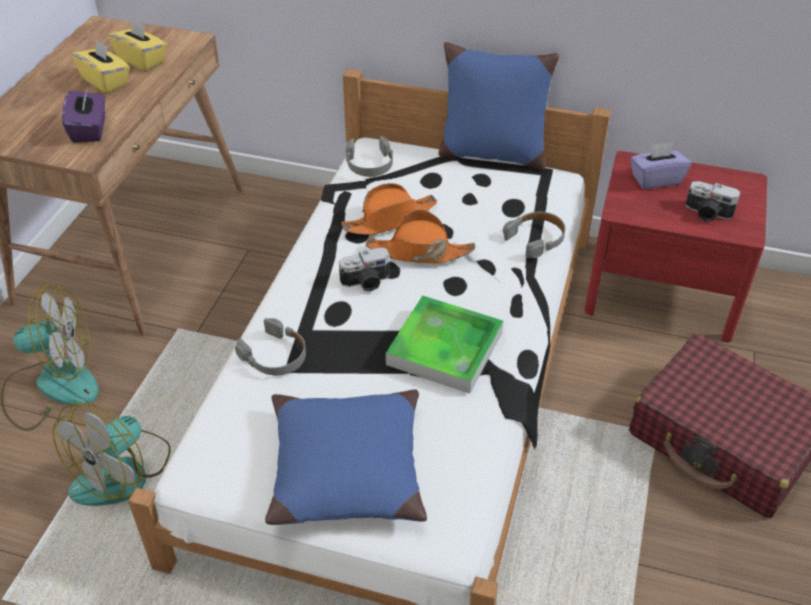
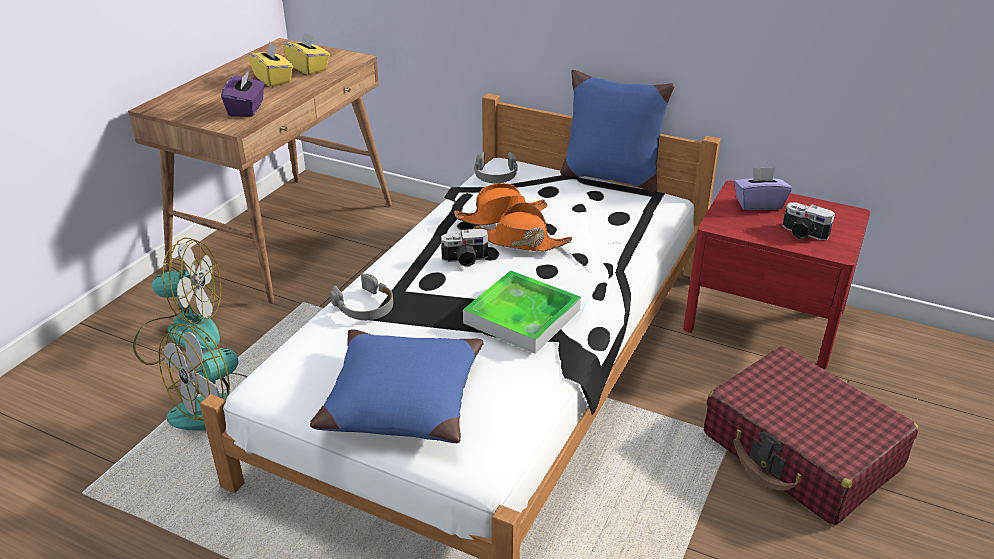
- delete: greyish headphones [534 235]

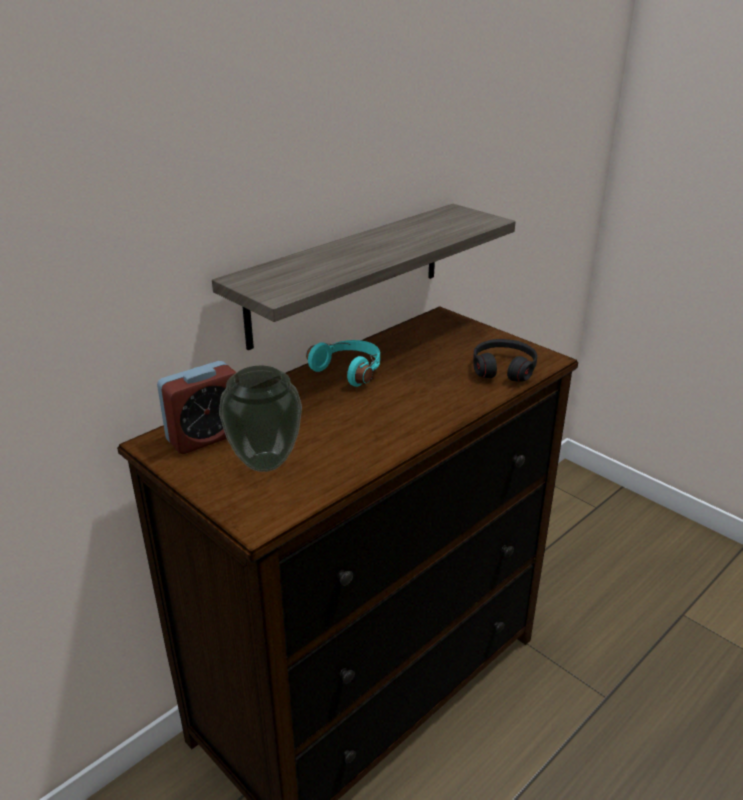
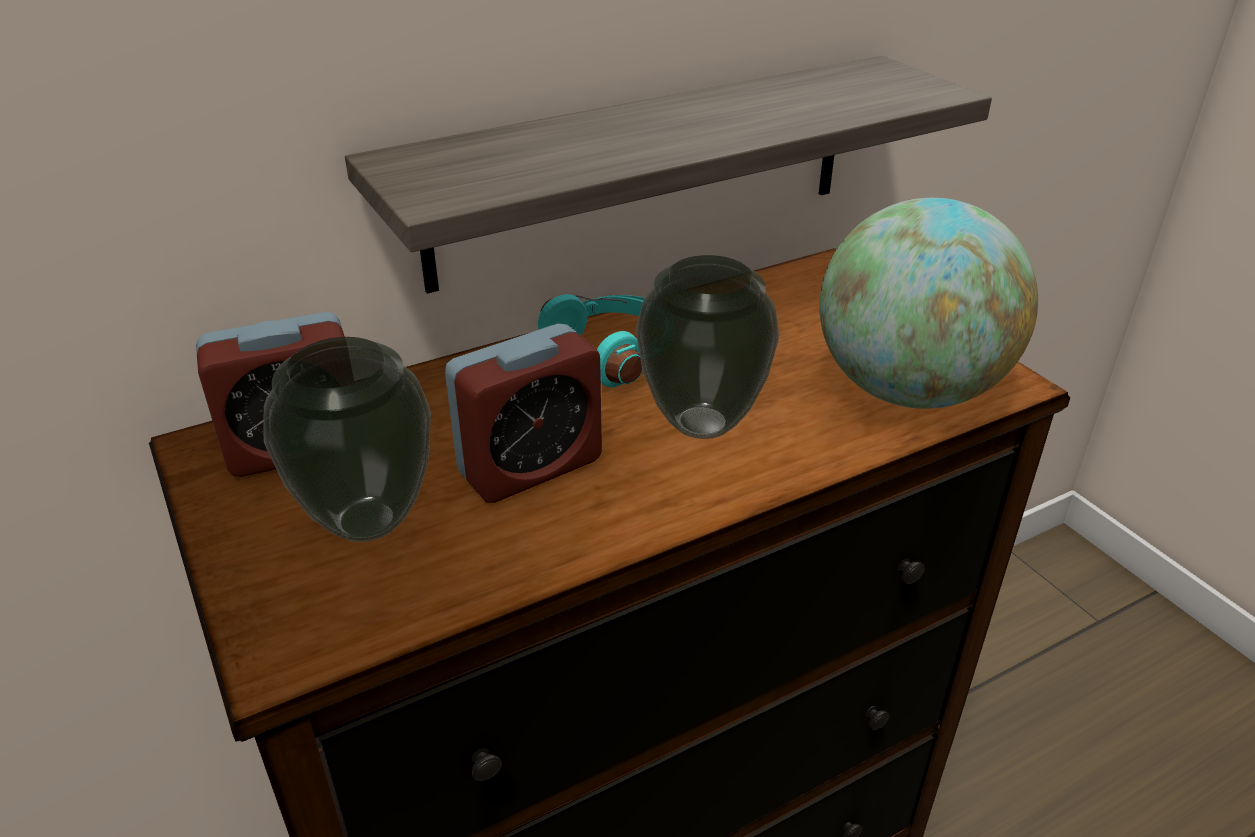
- insert: alarm clock [523 413]
- insert: decorative vase [707 347]
- replace: black-coloured headphones [505 360] to globe [928 303]

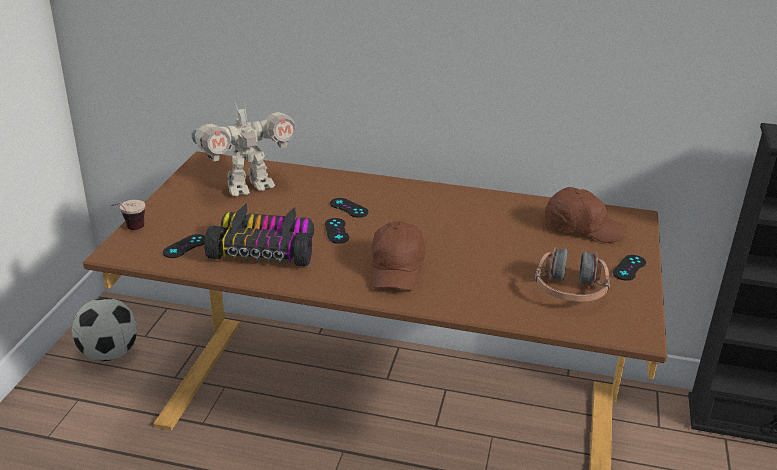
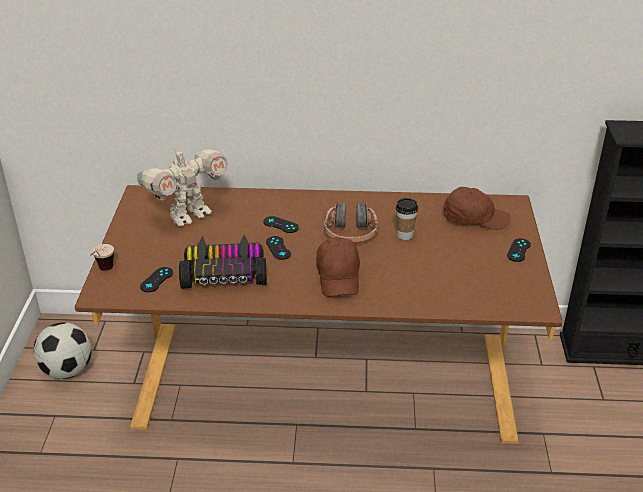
- insert: small cup [407 219]
- move: headphones [572 274] to [351 222]

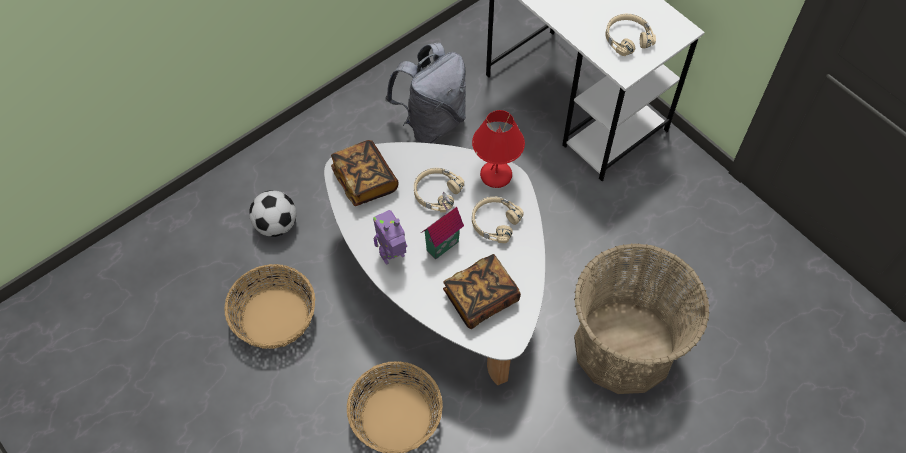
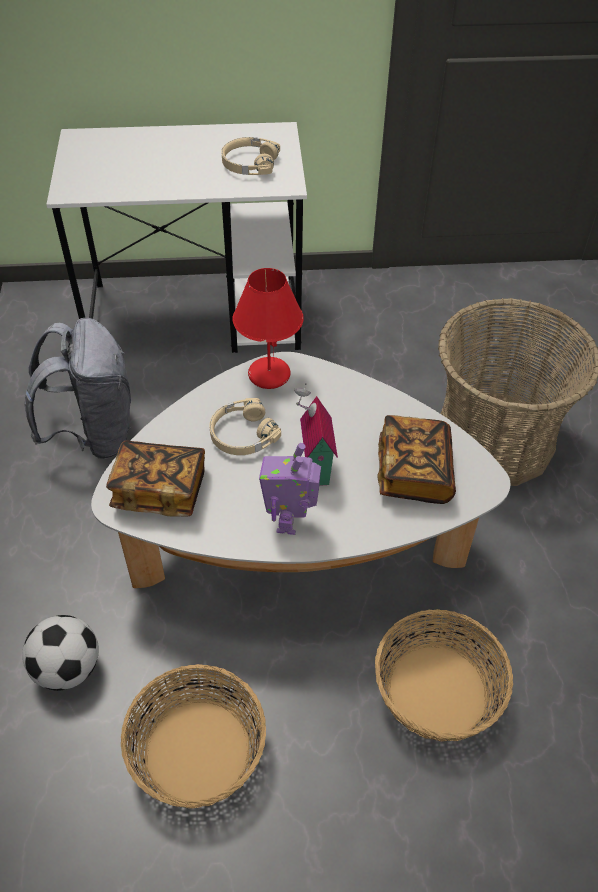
- delete: beige-coloured headphones [498 220]

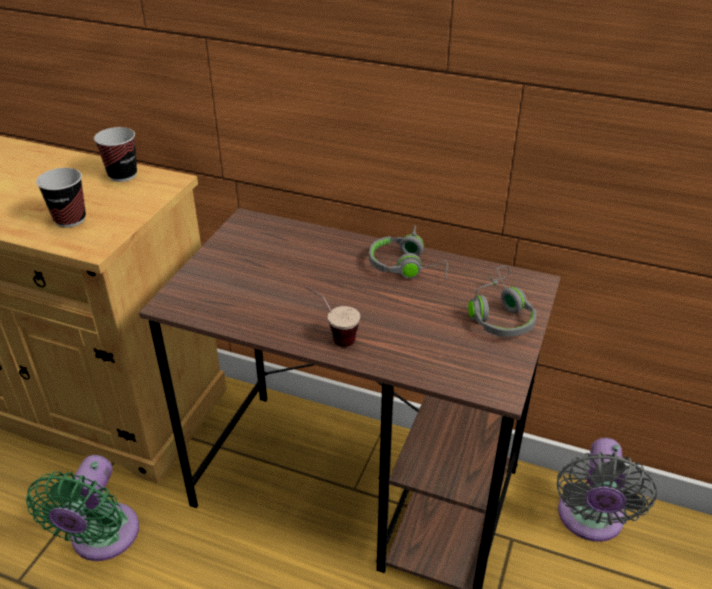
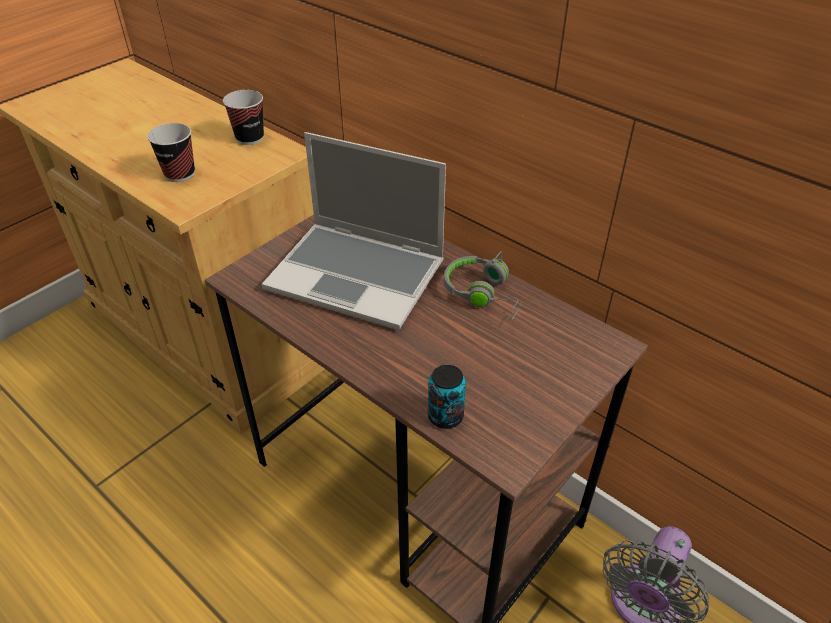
- delete: green electric fan [82 508]
- delete: small cup [332 316]
- delete: greyish headphones [502 301]
- insert: laptop [354 231]
- insert: can [447 397]

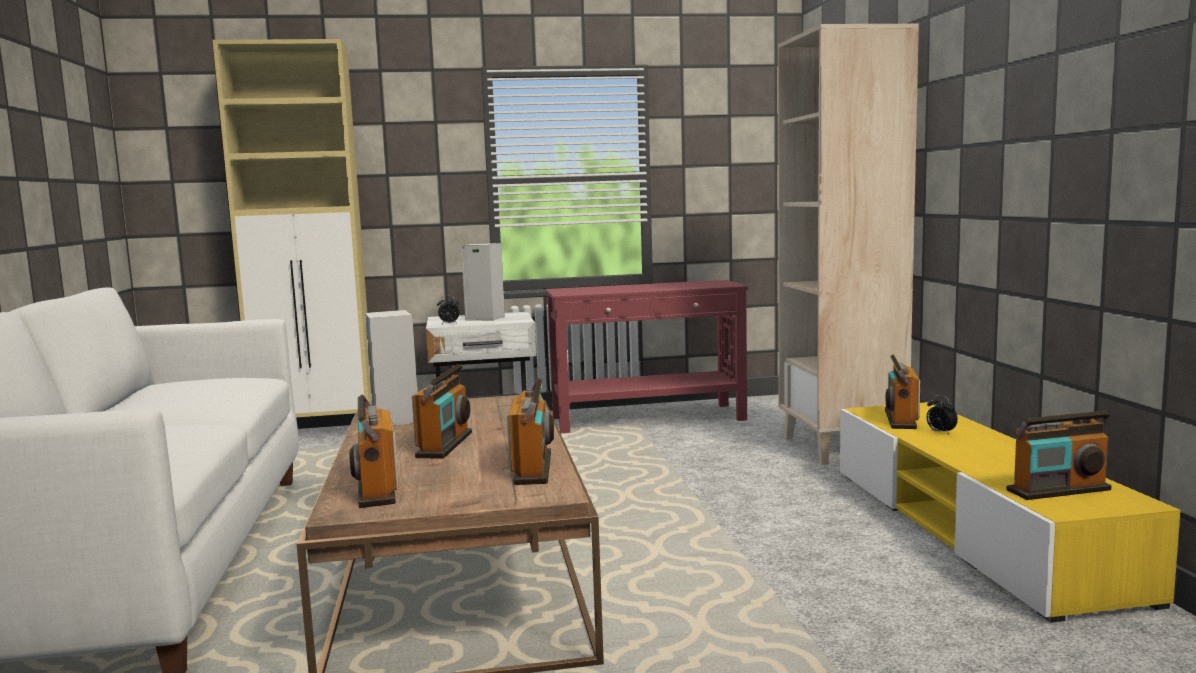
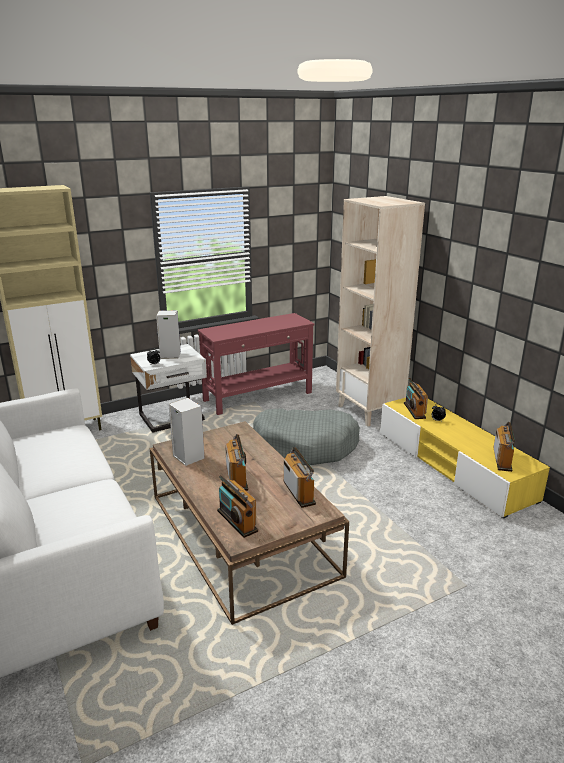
- insert: greyish pet bed [306 436]
- rotate: radio set [1058 455] = [504 447] 45 degrees counterclockwise

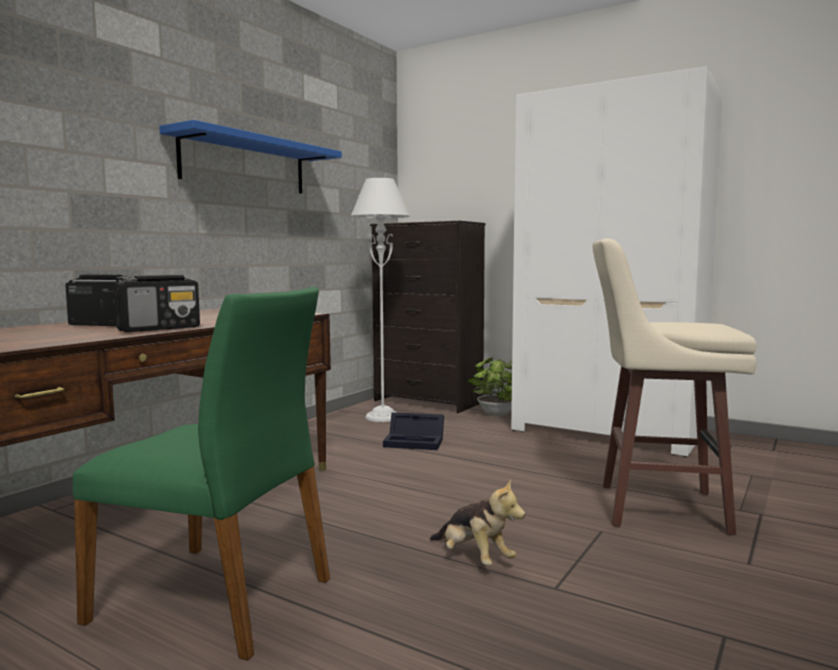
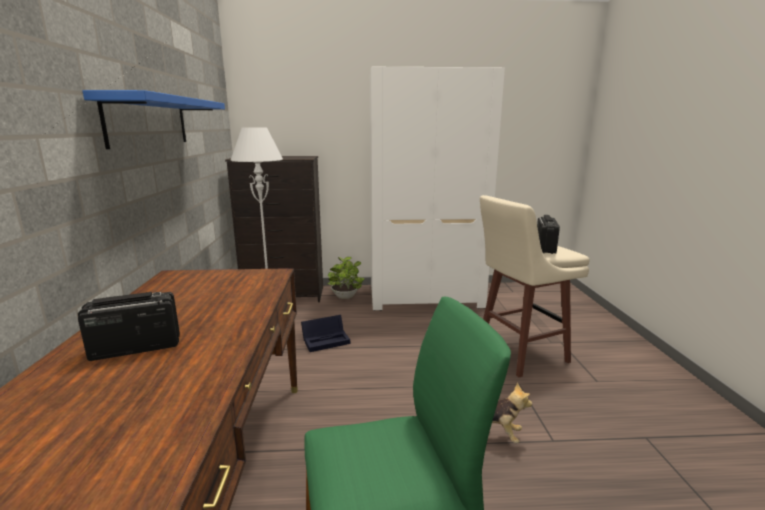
- move: radio set [157 303] to [548 234]

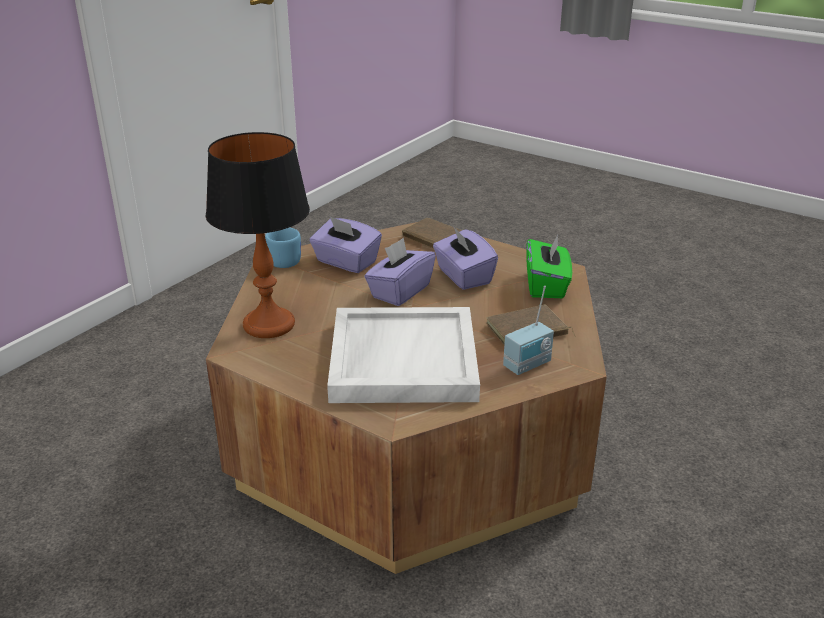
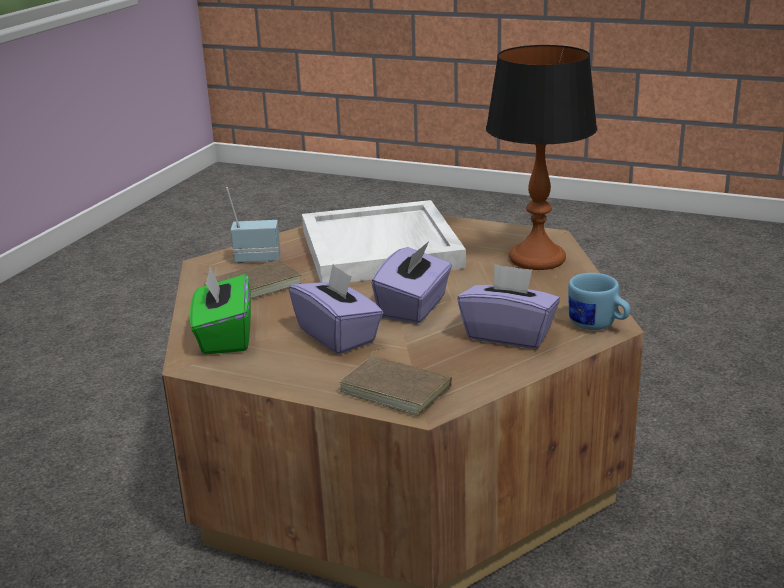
- rotate: radio set [528 330] = [253 225] 45 degrees clockwise

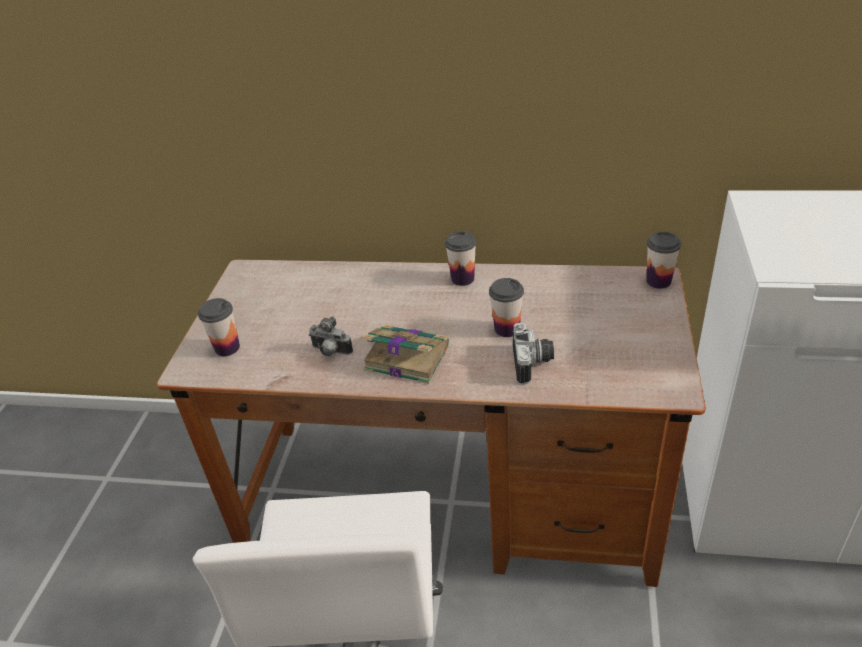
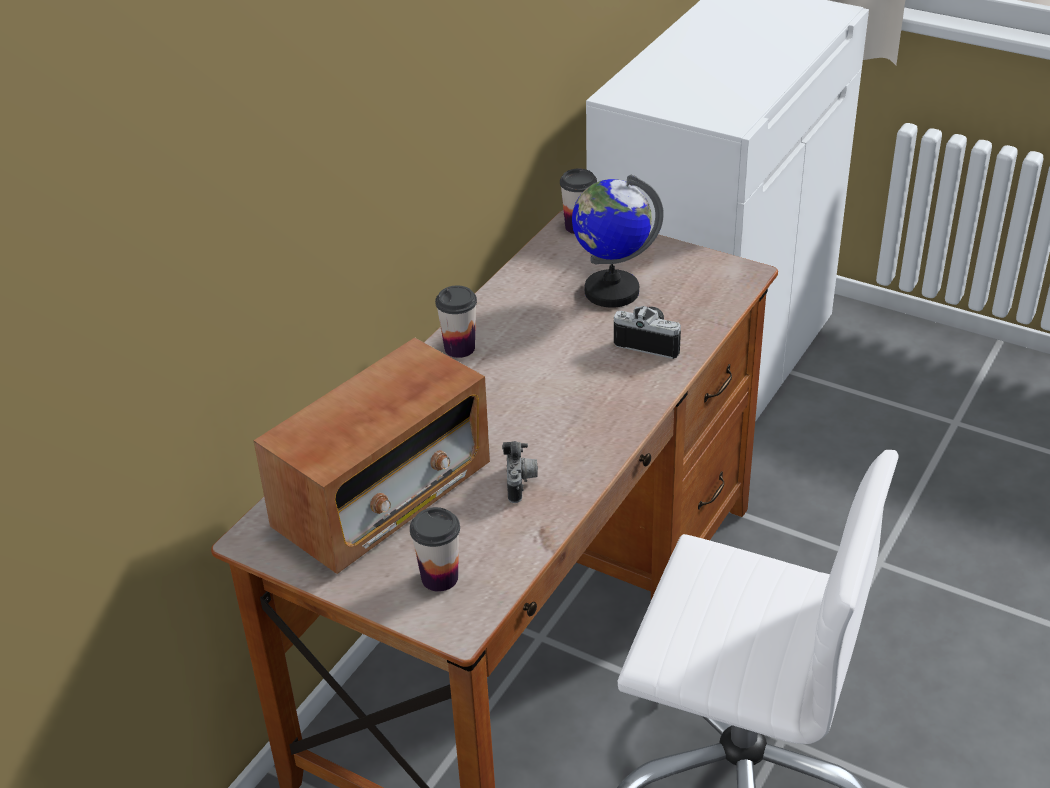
- delete: book [405 354]
- delete: small cup [506 307]
- insert: radio set [372 456]
- insert: globe [618 241]
- rotate: still camera [331 336] = [520 472] 45 degrees counterclockwise

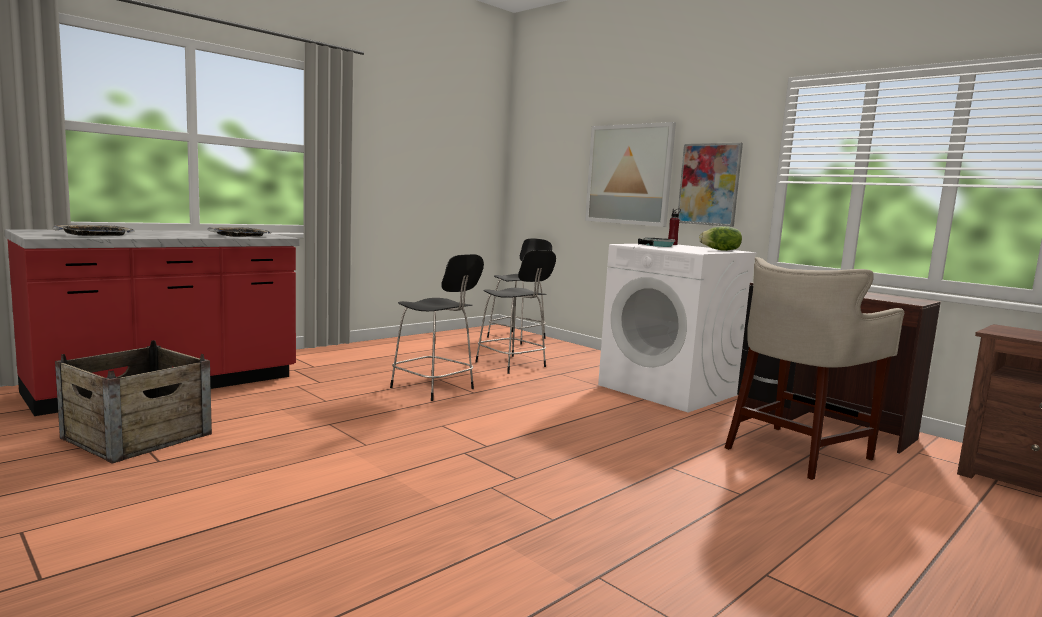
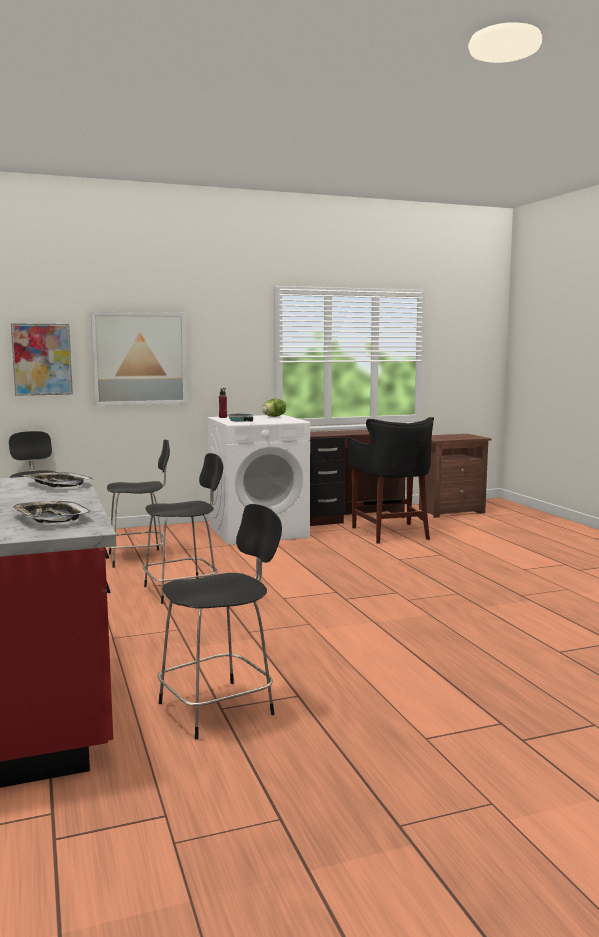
- move: picture [710 185] to [42 359]
- replace: packing crate [133 402] to black-coloured upright chair [220 622]
- recolor: beige-coloured stool seat [814 368] to black-coloured stool seat [391 480]

